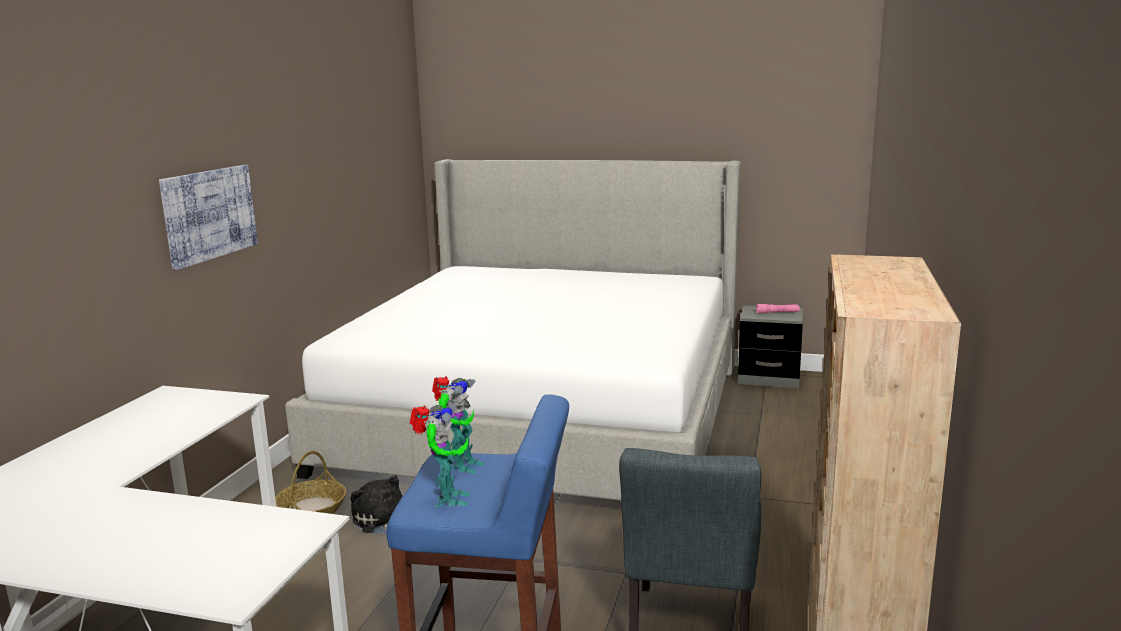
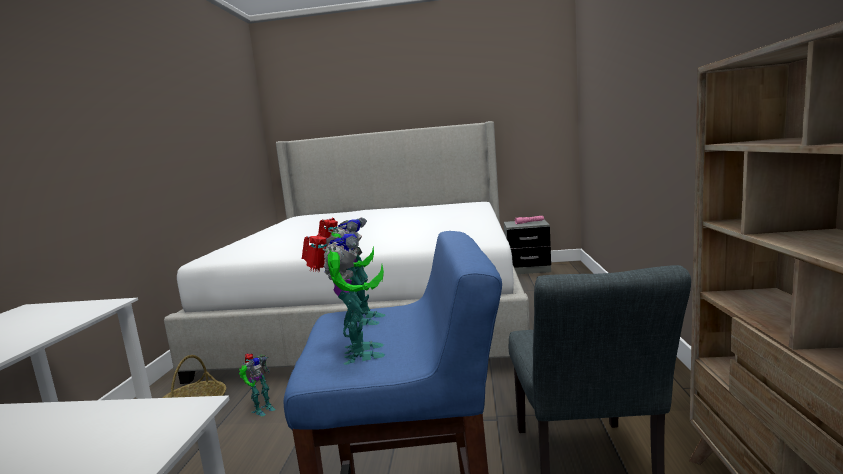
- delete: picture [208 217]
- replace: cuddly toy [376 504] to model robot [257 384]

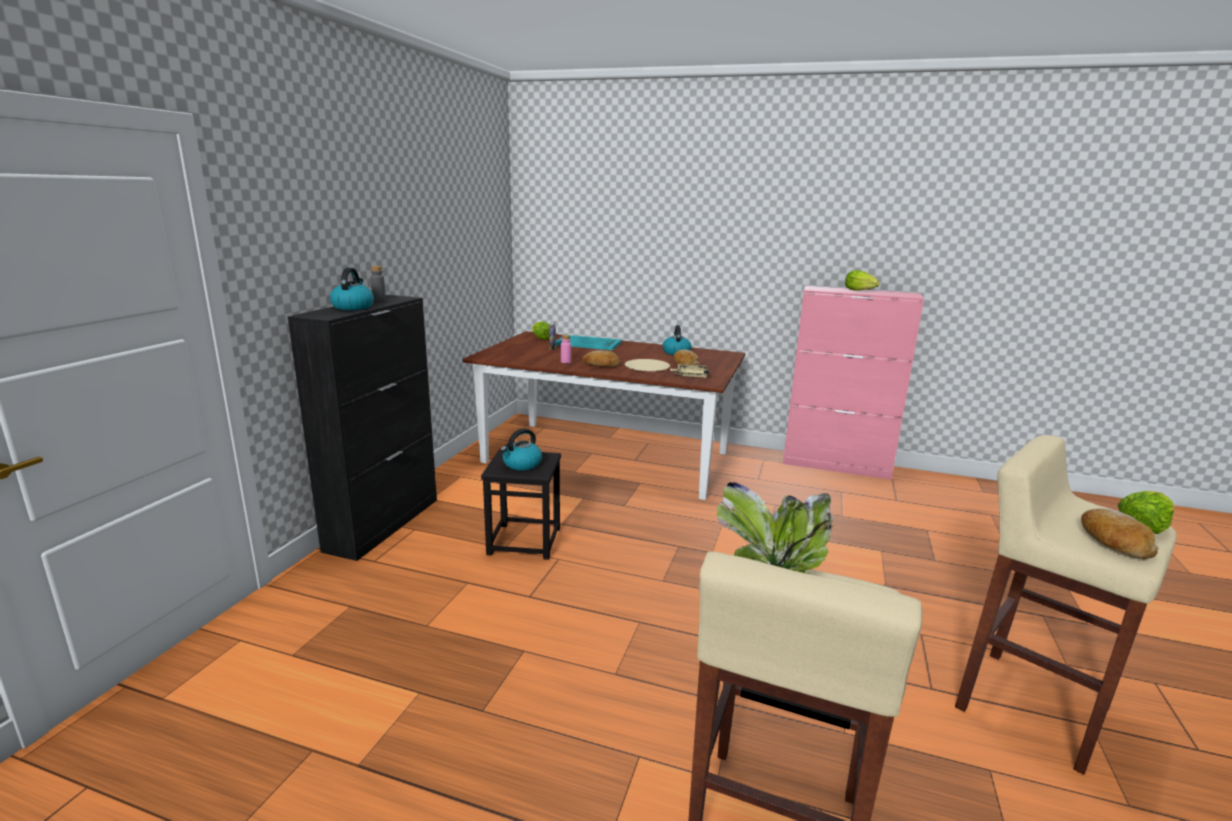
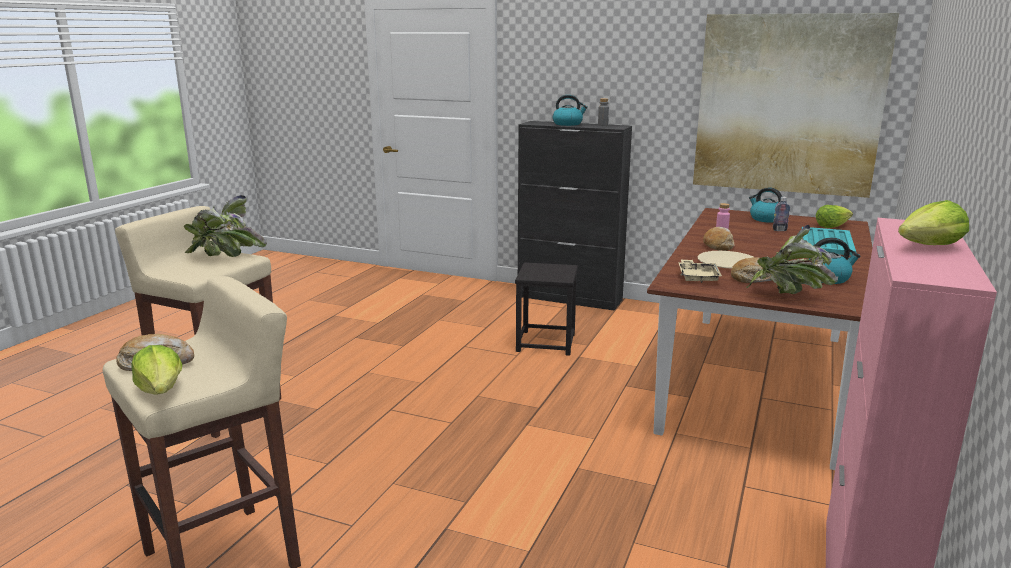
- insert: picture [796 105]
- insert: plant in a pot [792 259]
- move: tea kettle [521 449] to [765 205]

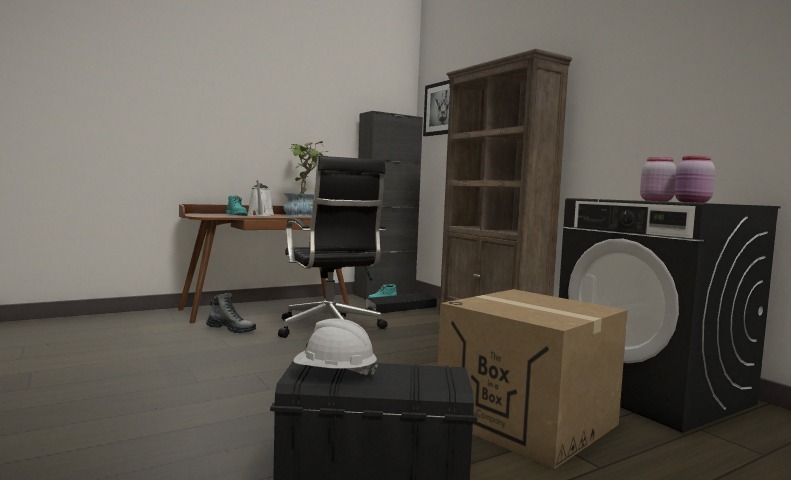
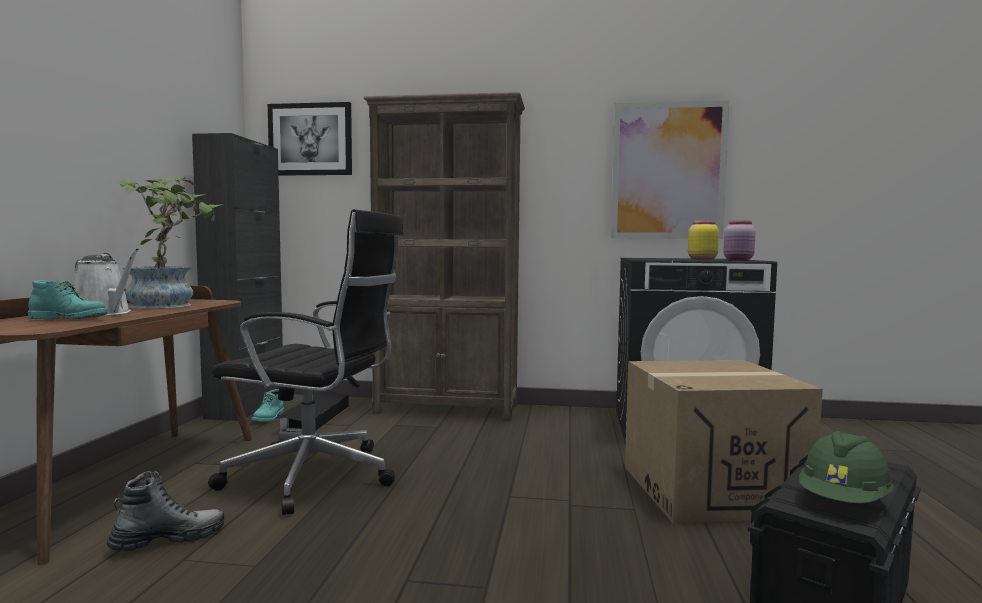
- insert: picture [670 169]
- recolor: whitish hard hat [335 347] to green hard hat [846 467]
- recolor: pinkish storage jar [658 179] to yellow storage jar [703 240]

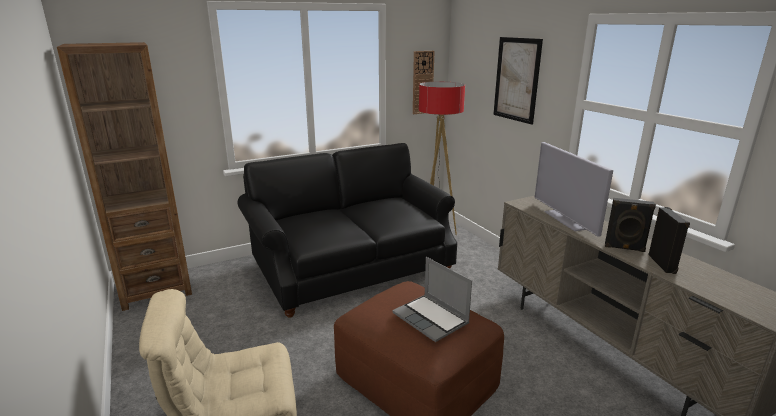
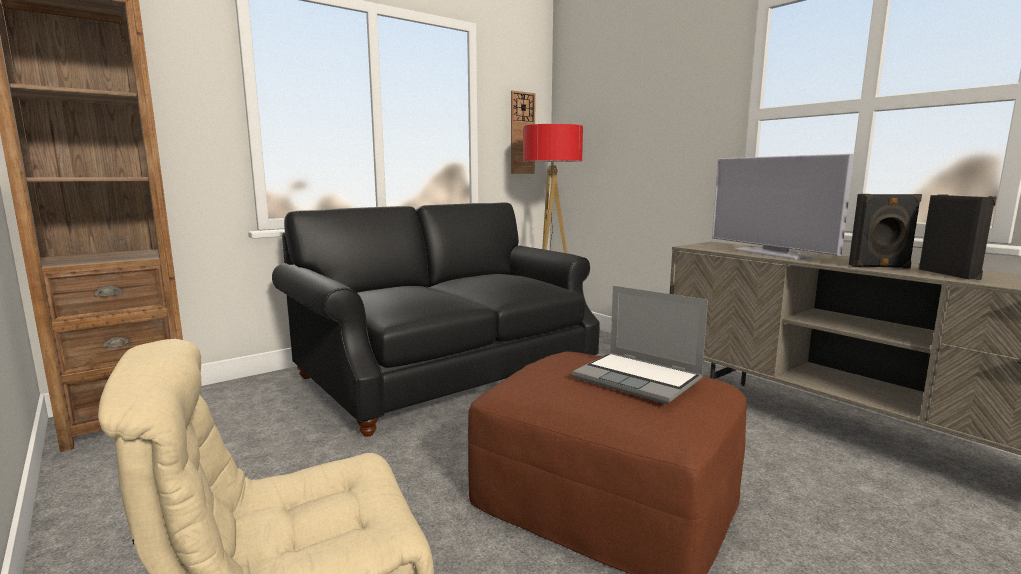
- delete: picture [518 81]

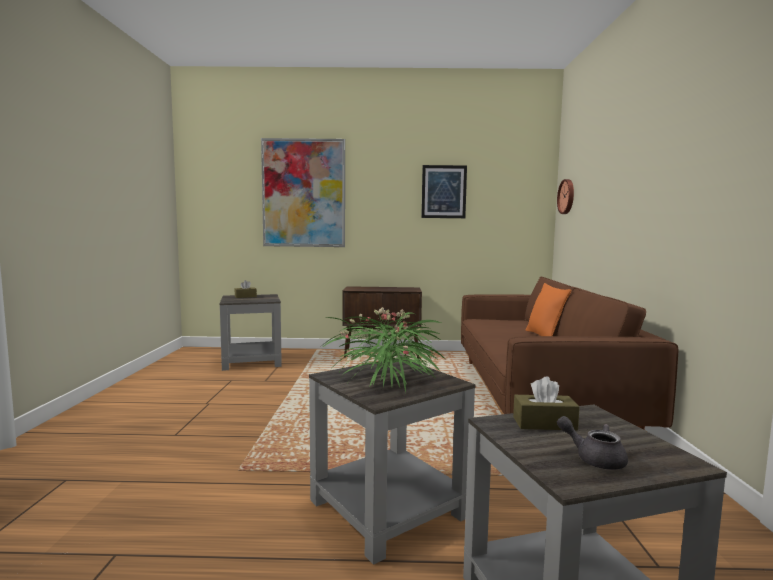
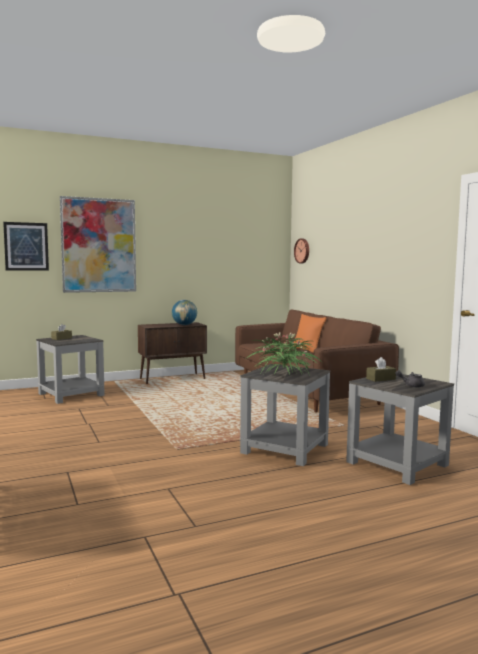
- insert: globe [184 312]
- move: picture [444 191] to [26 246]

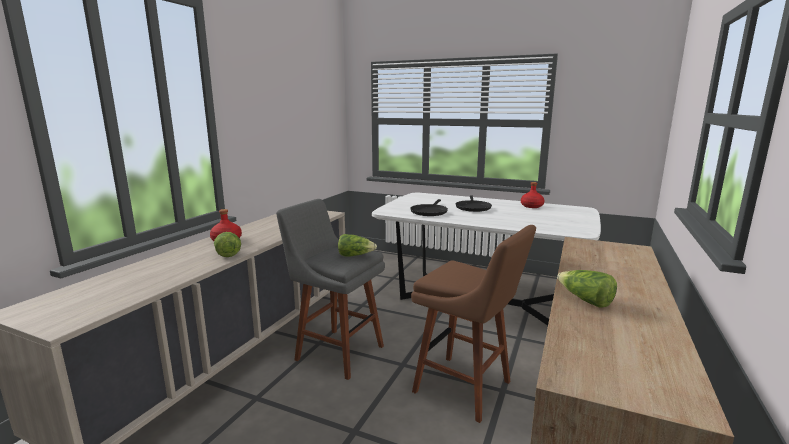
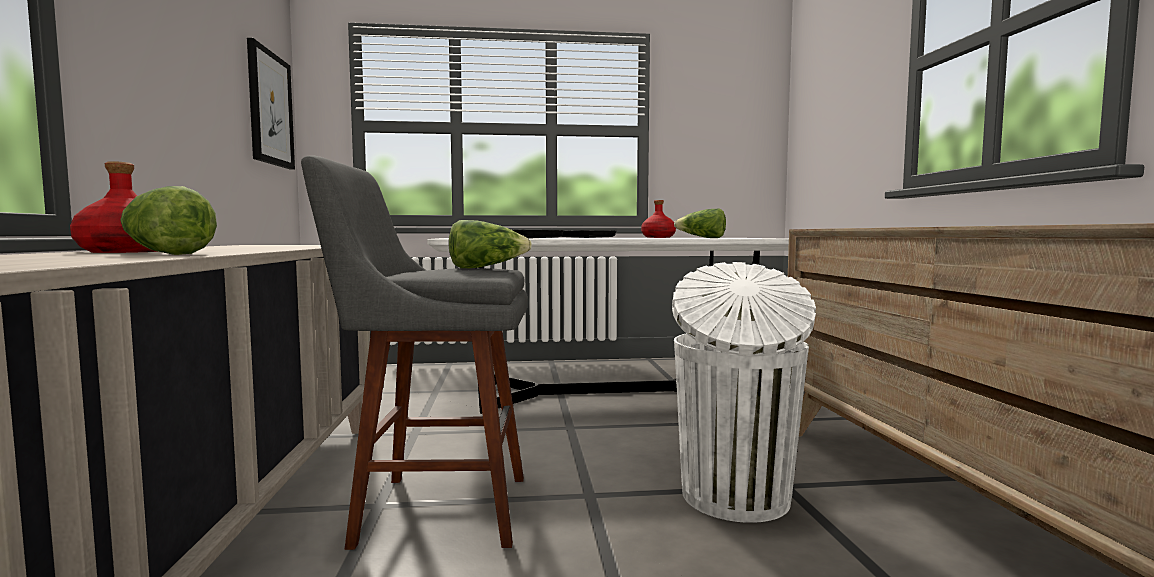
- insert: picture [271 104]
- move: lettuce [587 289] to [700 223]
- replace: brown stool seat [473 324] to whitish waste bin [744 392]

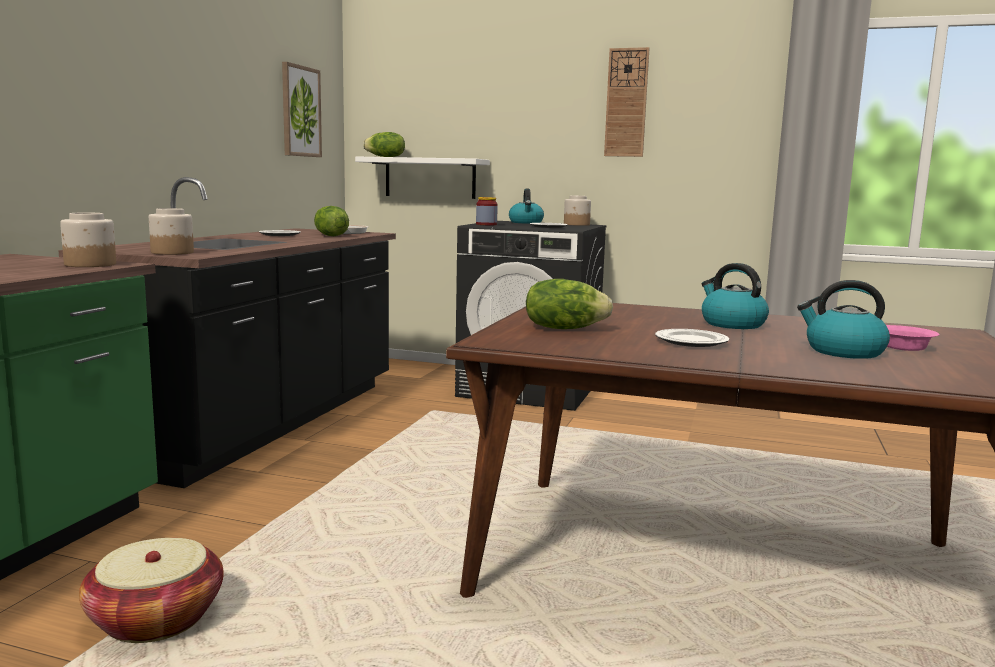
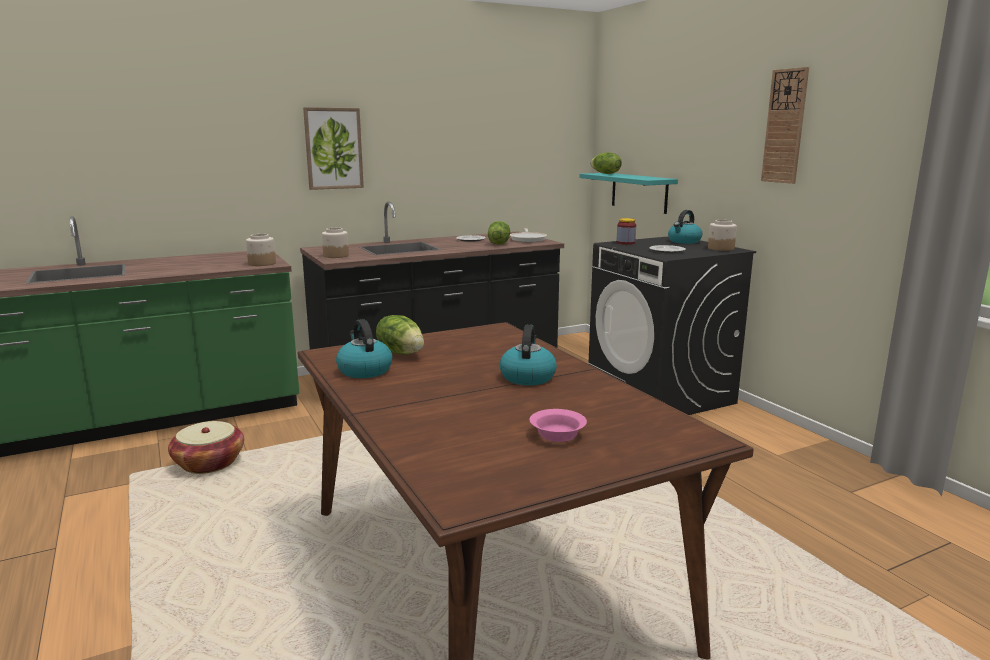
- delete: plate [692 338]
- move: picture [302 109] to [333 148]
- move: tea kettle [843 319] to [364 348]
- recolor: whitish shelf [422 177] to turquoise shelf [629 193]

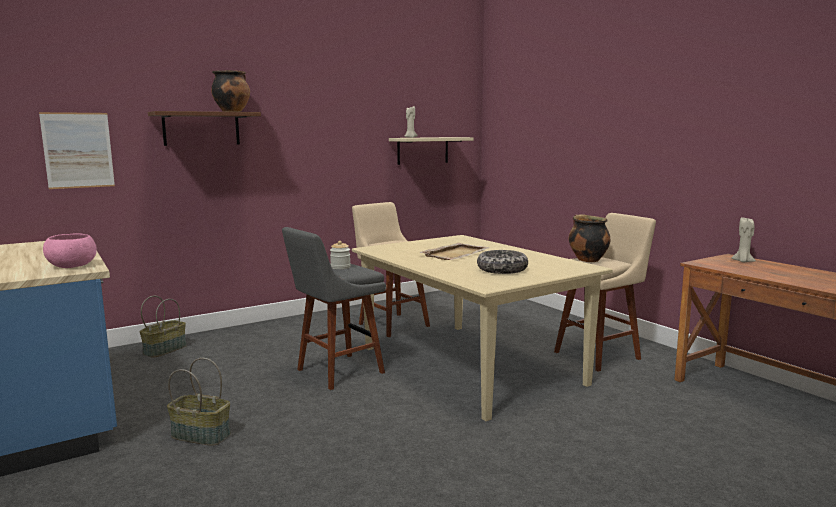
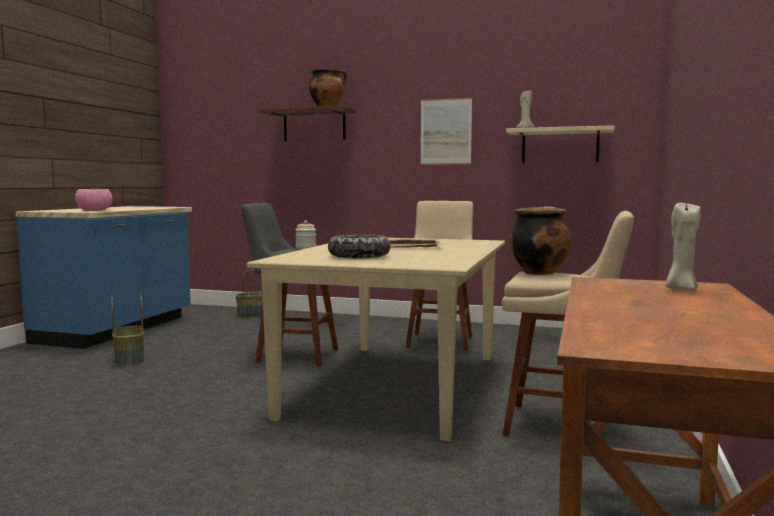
- move: picture [77 150] to [446 131]

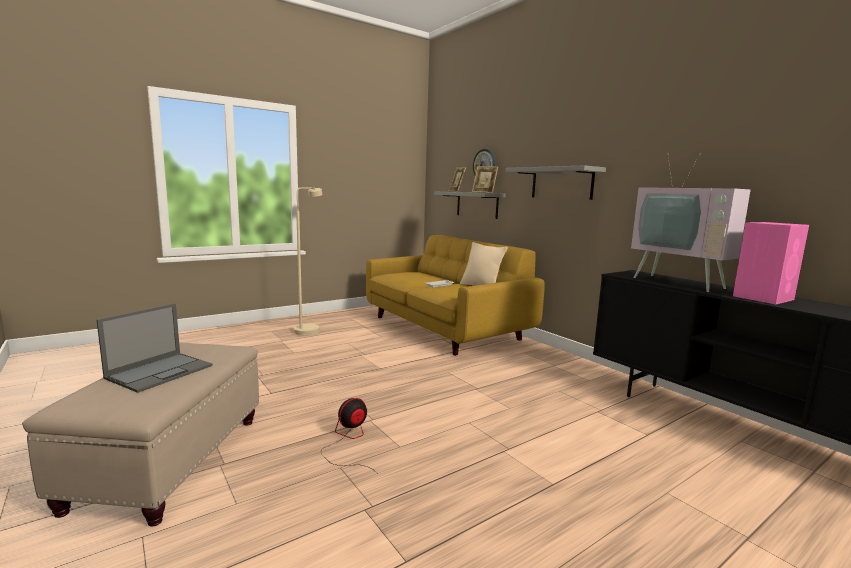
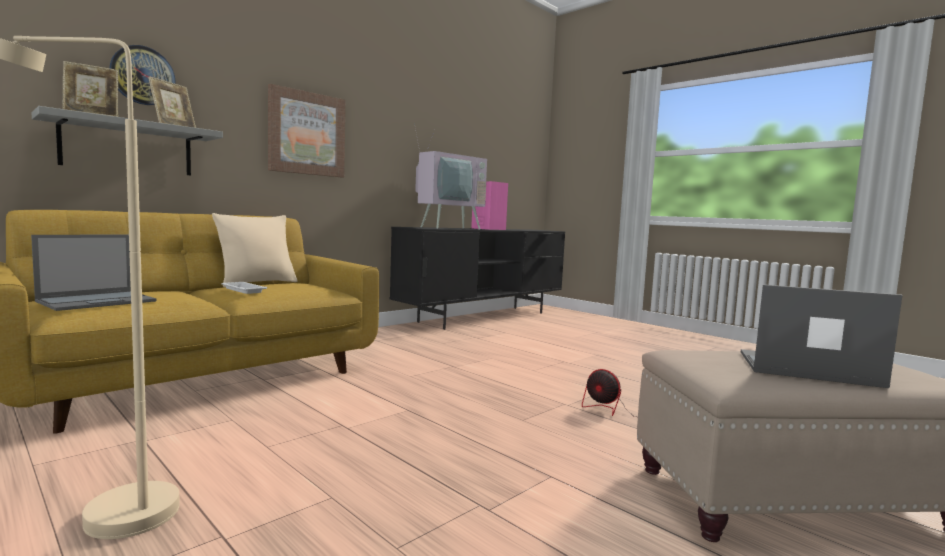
- insert: laptop [94 273]
- replace: greyish shelf [556 182] to picture [306 130]

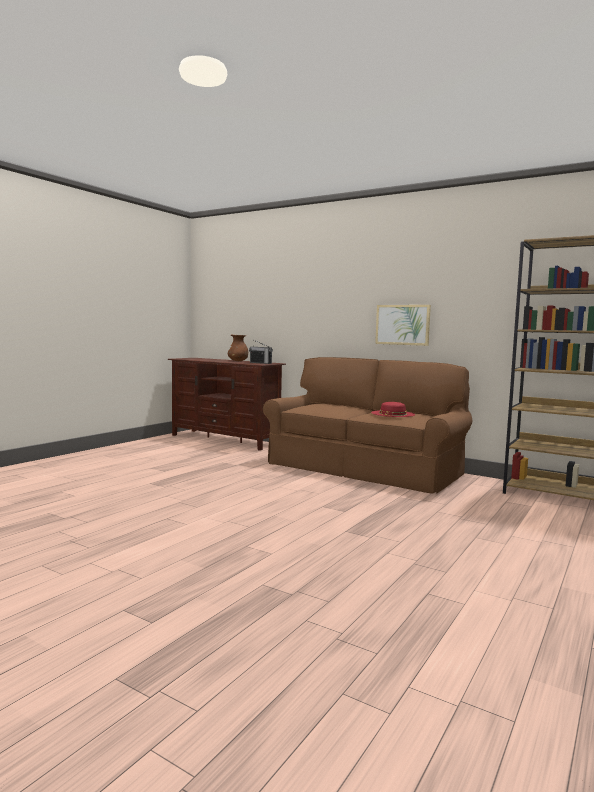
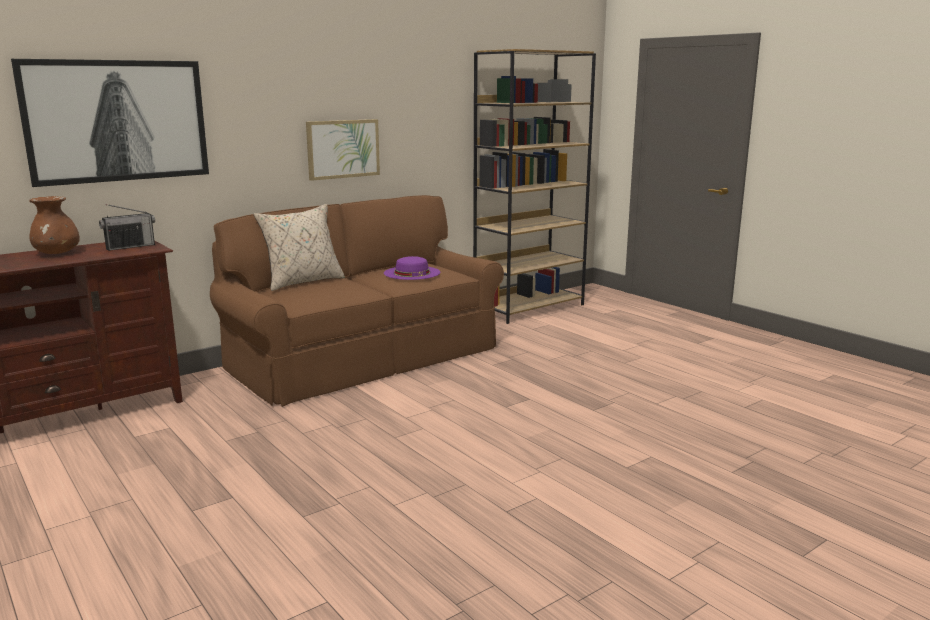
- insert: picture [110 123]
- insert: beige-coloured pillow [299 247]
- recolor: red-coloured wearable hat [393 409] to purplish wearable hat [412 268]

